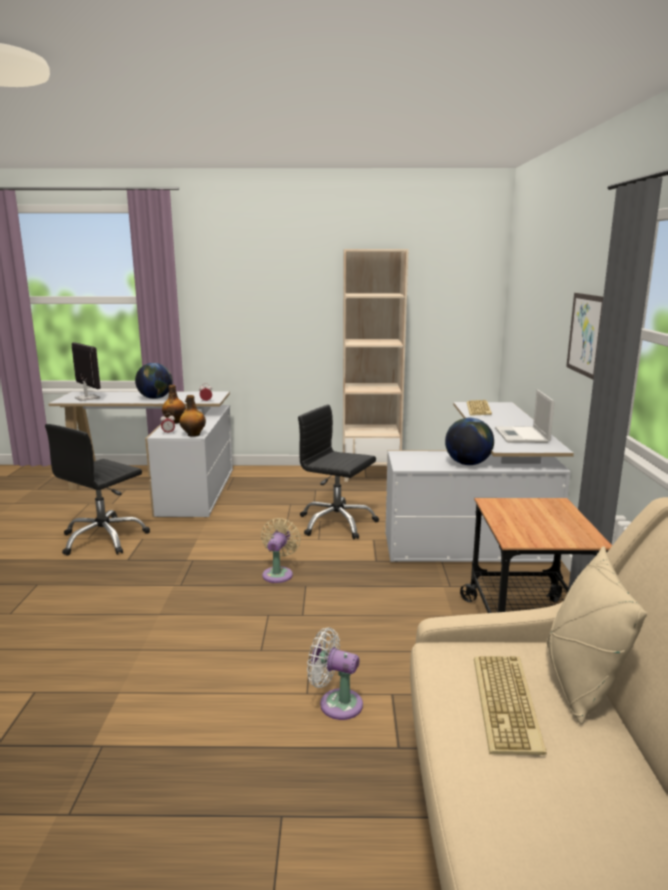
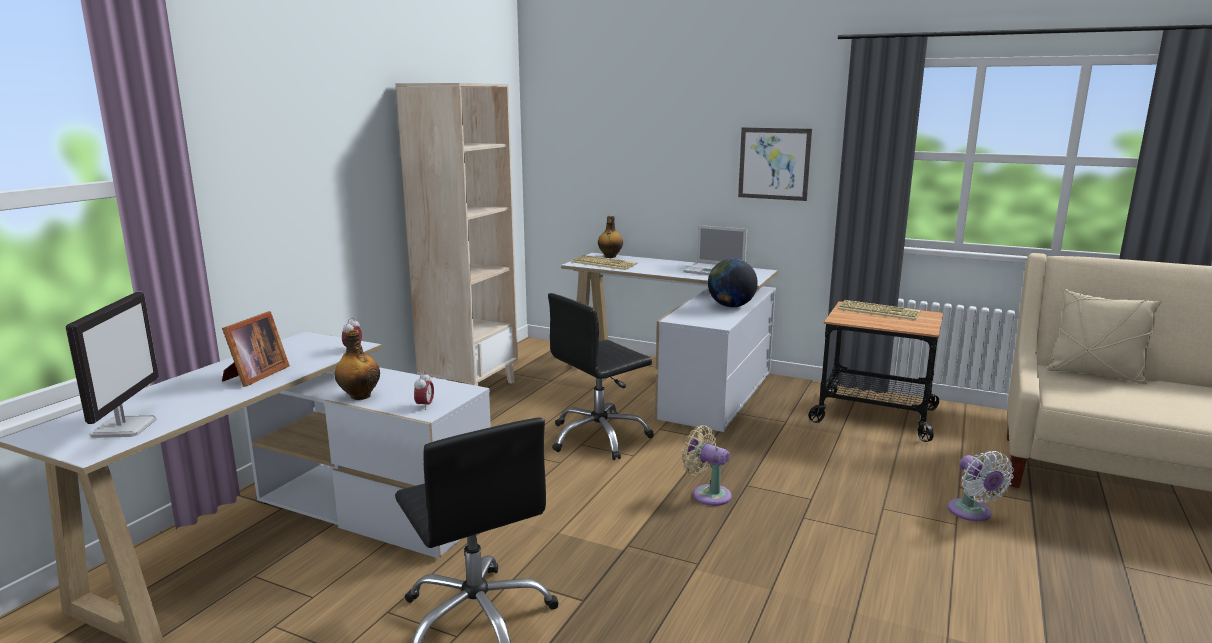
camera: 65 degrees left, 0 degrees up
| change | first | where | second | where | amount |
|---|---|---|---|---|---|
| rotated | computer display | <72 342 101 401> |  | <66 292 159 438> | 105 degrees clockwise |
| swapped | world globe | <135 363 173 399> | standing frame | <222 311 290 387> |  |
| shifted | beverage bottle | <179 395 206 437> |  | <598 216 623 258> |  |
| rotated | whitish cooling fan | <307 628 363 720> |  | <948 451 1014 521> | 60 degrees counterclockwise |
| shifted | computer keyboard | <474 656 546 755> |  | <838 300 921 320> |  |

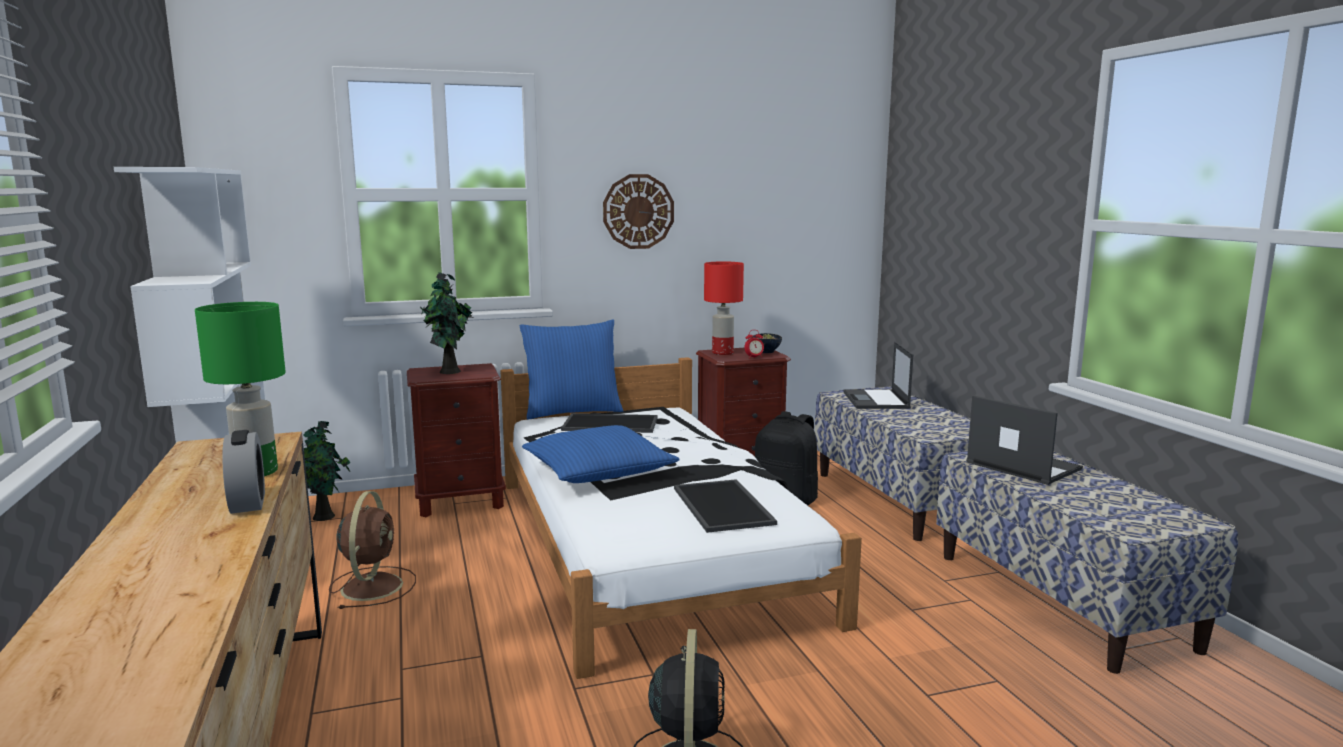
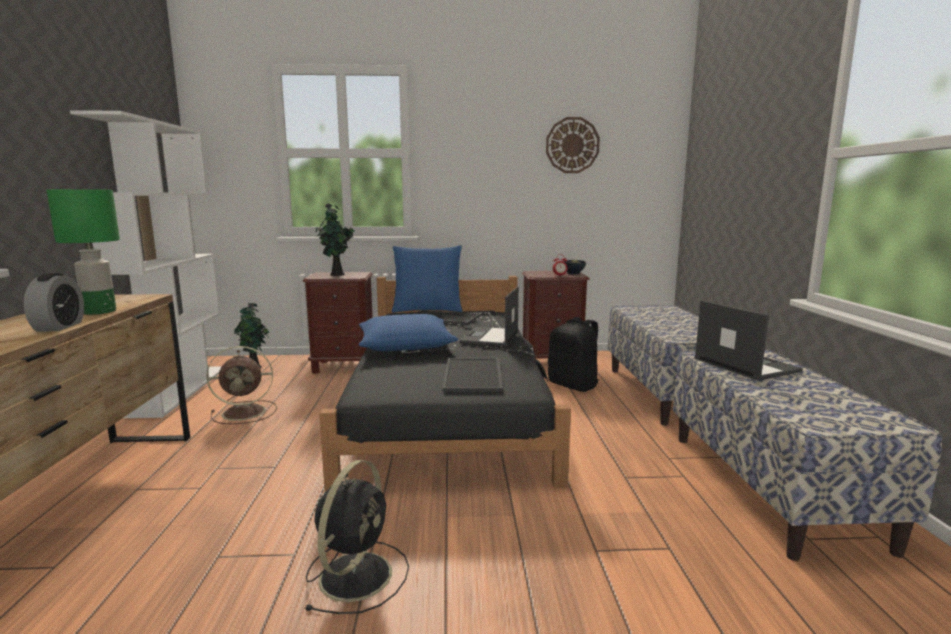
camera: 15 degrees right, 0 degrees up
| change | first | where | second | where | amount |
|---|---|---|---|---|---|
| shifted | wall clock | <603 174 674 249> |  | <546 117 600 173> |  |
| gone | red table lamp | <704 261 744 355> |  |  |  |
| shifted | portable computer | <843 342 913 409> |  | <459 287 519 347> |  |
| repainted | whitish bed | <500 357 862 679> | blackish bed | <319 276 571 492> |  |
| rotated | brown-coloured cooling fan | <329 491 416 609> |  | <206 346 277 424> | 60 degrees clockwise |

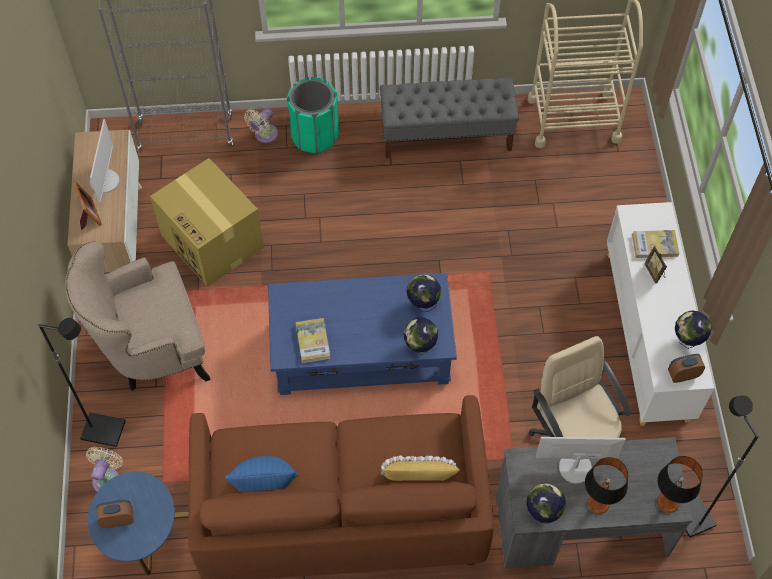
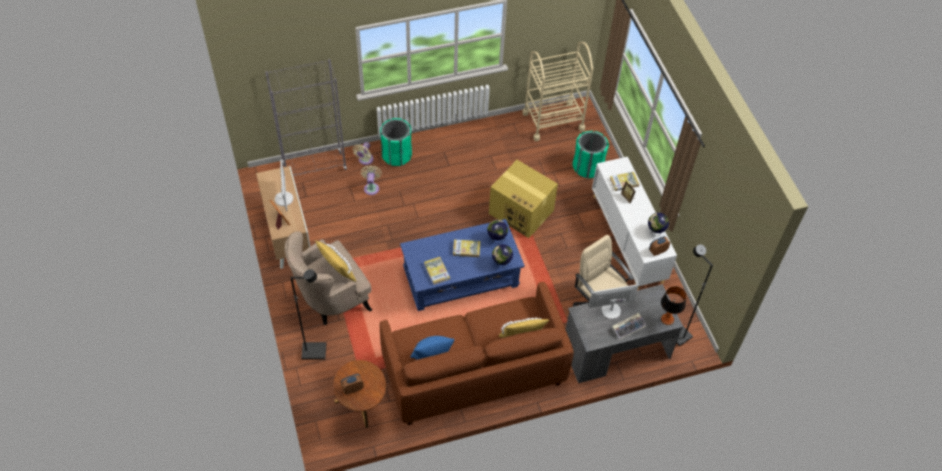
camera: 15 degrees left, 5 degrees down
| change | first | where | second | where | amount |
|---|---|---|---|---|---|
| gone | gray long seat | <380 78 519 158> |  |  |  |
| shifted | packing box | <150 158 264 287> |  | <489 160 558 238> |  |
| shifted | beige cooling fan | <86 447 123 492> |  | <361 165 382 195> |  |
| swapped | table lamp | <585 457 628 514> | computer keyboard | <613 313 646 340> |  |
| repainted | blue side table | <88 471 188 575> | brown-coloured side table | <333 360 386 428> |  |
| gone | world globe | <526 484 566 523> |  |  |  |
| new |  |  | green-coloured trash can | <572 131 609 178> |  |
| new |  |  | volume | <453 239 480 257> |  |
| new |  |  | yellow throw pillow | <315 240 356 282> |  |

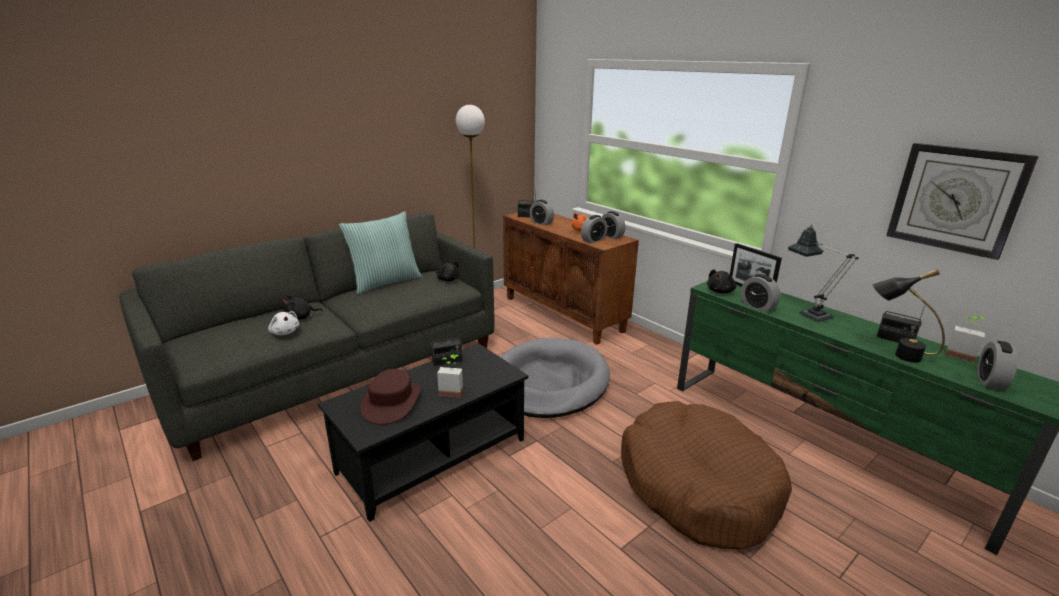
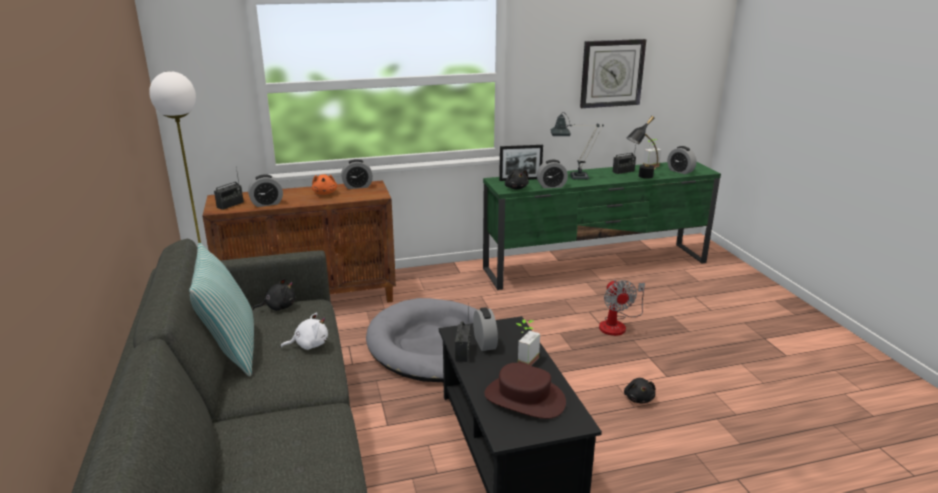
camera: 65 degrees left, 0 degrees up
| change | first | where | second | where | amount |
|---|---|---|---|---|---|
| shifted | alarm clock | <581 215 607 243> |  | <473 307 498 351> |  |
| shifted | blackish plush toy | <282 295 323 320> |  | <624 378 655 403> |  |
| shifted | whitish plush toy | <268 311 299 335> |  | <280 313 328 350> |  |
| swapped | brown-coloured dog cushion | <621 401 792 549> | cooling fan | <599 280 645 336> |  |

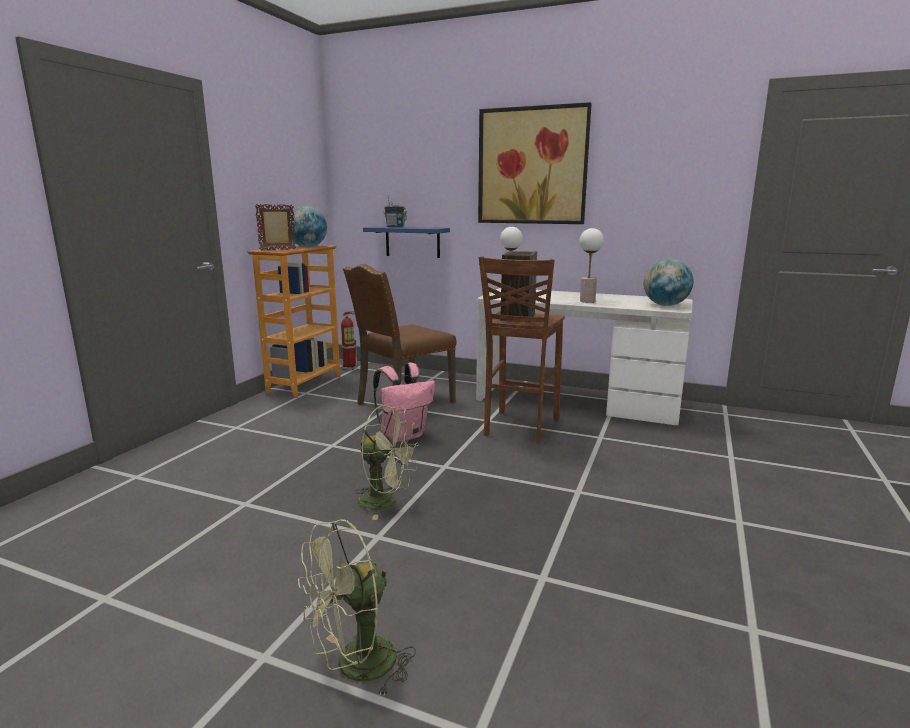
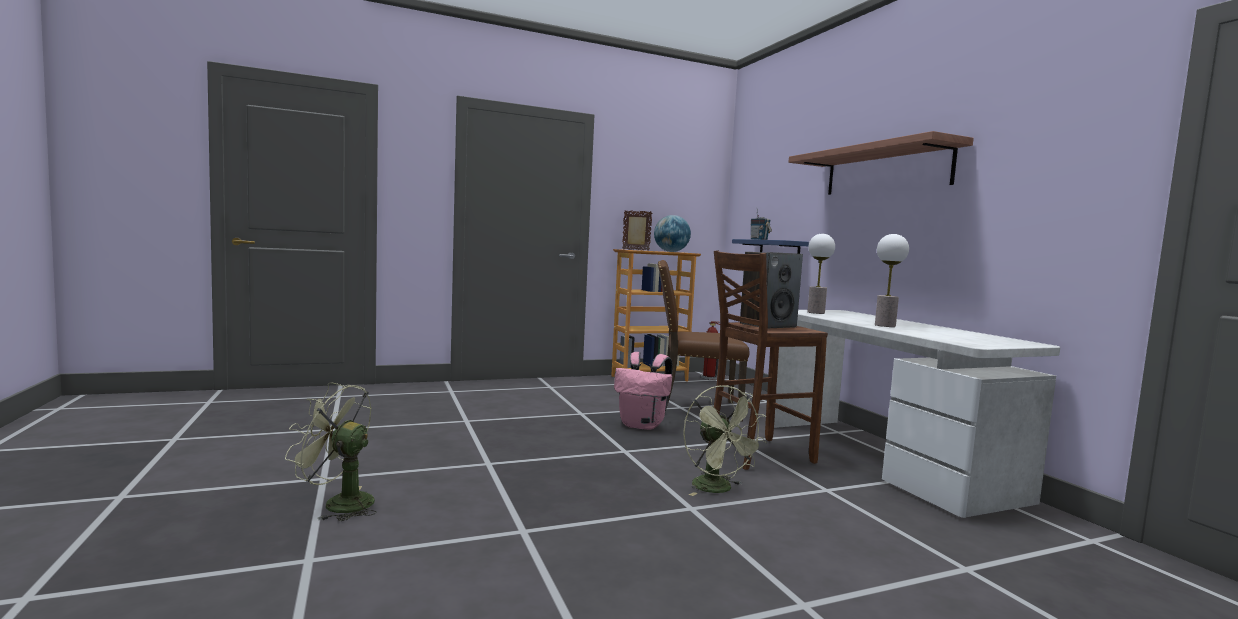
camera: 45 degrees right, 10 degrees down
| change | first | where | second | where | amount |
|---|---|---|---|---|---|
| swapped | wall art | <478 102 592 224> | wall shelf | <789 131 974 195> |  |
| gone | world globe | <644 259 694 306> |  |  |  |
| shifted | green-coloured cooling fan | <355 405 419 520> |  | <683 385 766 496> |  |

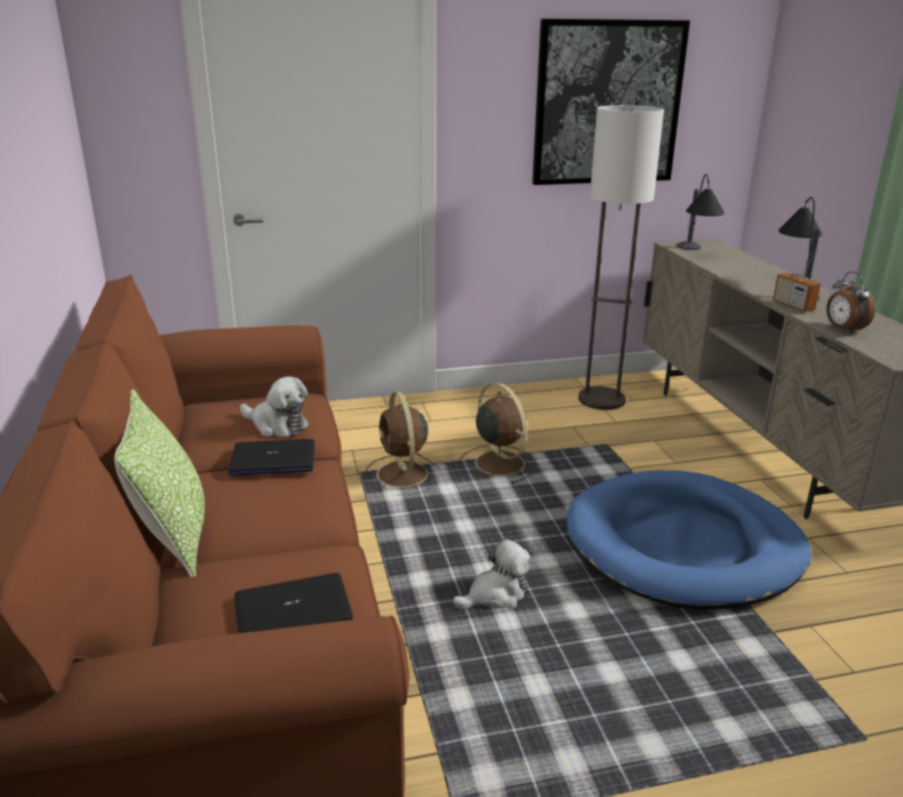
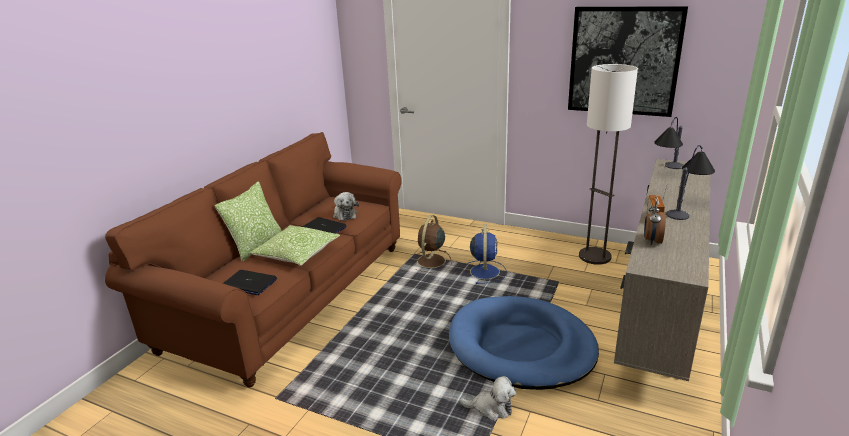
camera: 40 degrees right, 0 degrees up
| change | first | where | second | where | amount |
|---|---|---|---|---|---|
| repainted | brown-coloured cooling fan | <460 383 538 484> | blue cooling fan | <463 224 506 284> |  |
| shifted | plush toy | <453 539 530 609> |  | <460 376 516 421> |  |
| new |  |  | throw pillow | <249 225 340 266> |  |

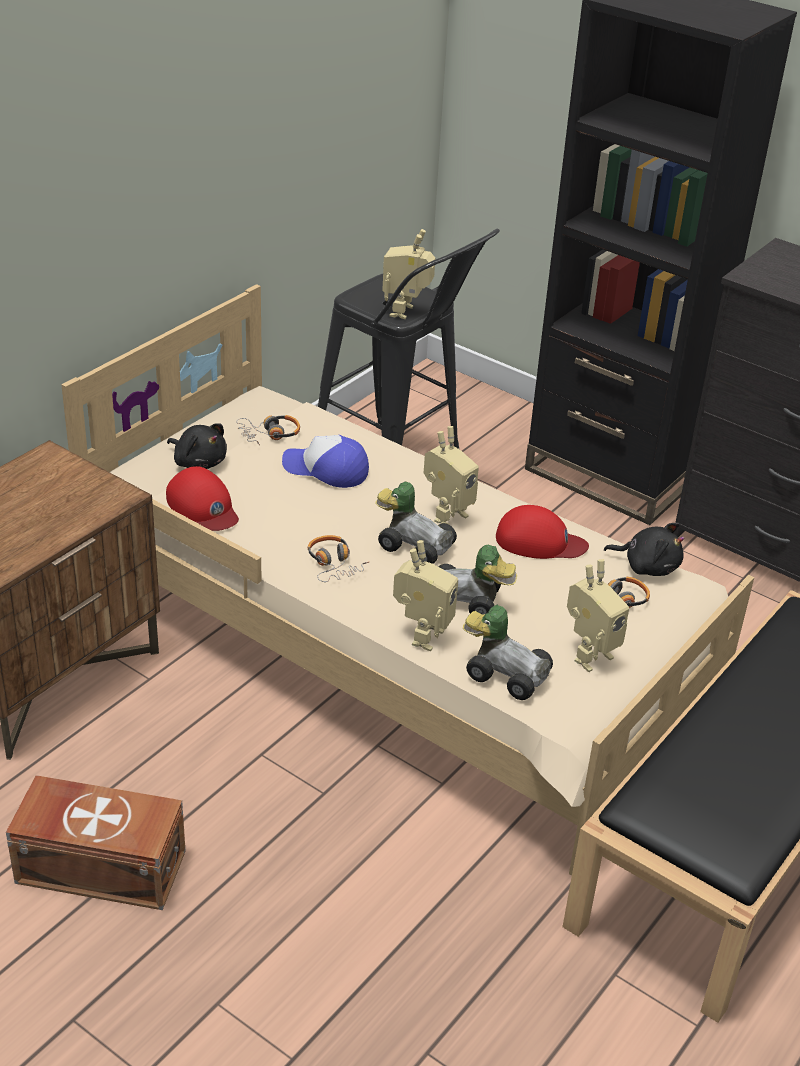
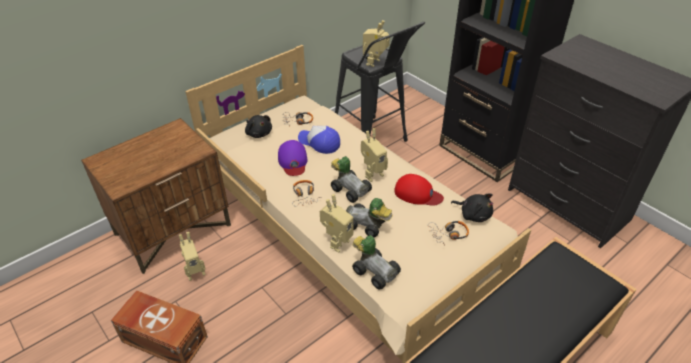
camera: 15 degrees right, 5 degrees up
| change | first | where | second | where | amount |
|---|---|---|---|---|---|
| gone | red baseball cap | <166 466 239 531> |  |  |  |
| shifted | robot figure | <567 559 629 672> |  | <179 232 206 281> |  |
| new |  |  | purplish baseball cap | <278 140 308 176> |  |

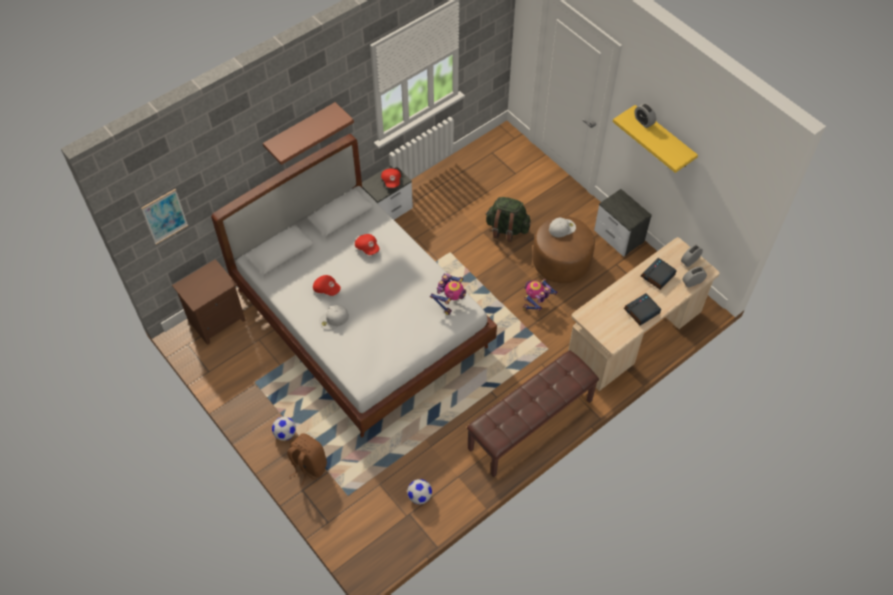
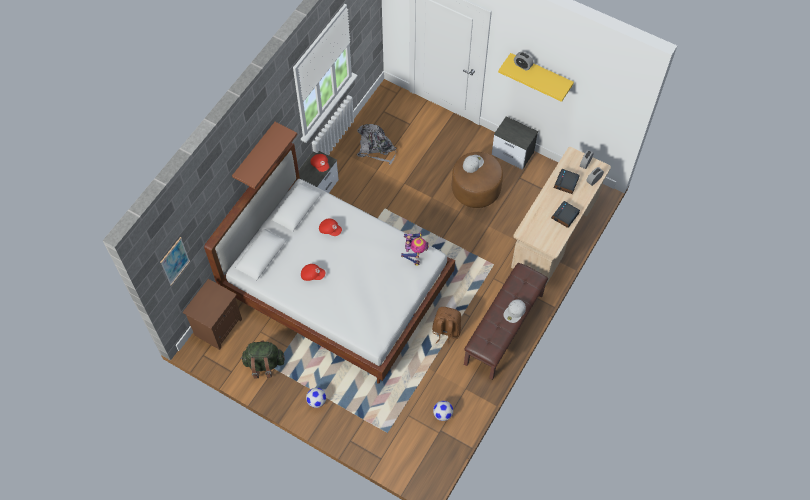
camera: 20 degrees left, 5 degrees up
| change | first | where | second | where | amount |
|---|---|---|---|---|---|
| shifted | green-coloured backpack | <486 197 530 242> |  | <241 340 285 378> |  |
| gone | robot figure | <523 279 558 311> |  |  |  |
| shifted | whitish baseball cap | <319 305 349 330> |  | <503 300 526 323> |  |
| shifted | brown-coloured backpack | <287 433 327 486> |  | <432 307 461 347> |  |
| new |  |  | gray backpack | <357 124 396 165> |  |

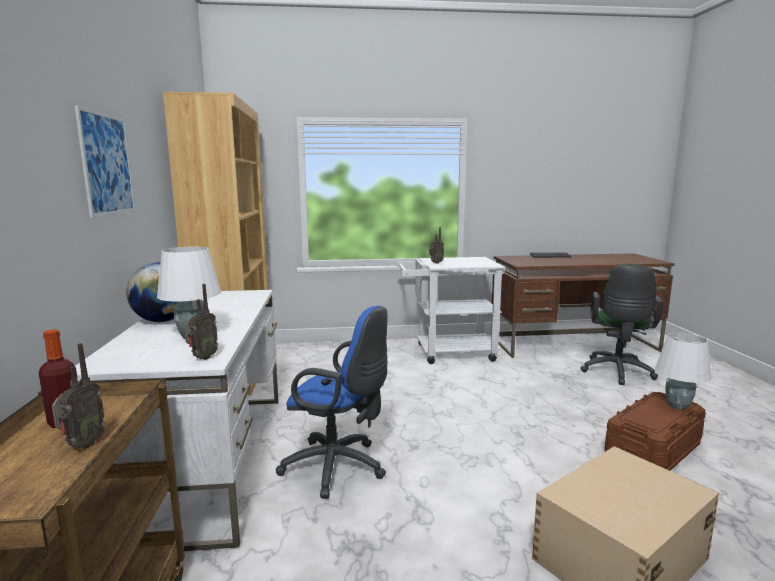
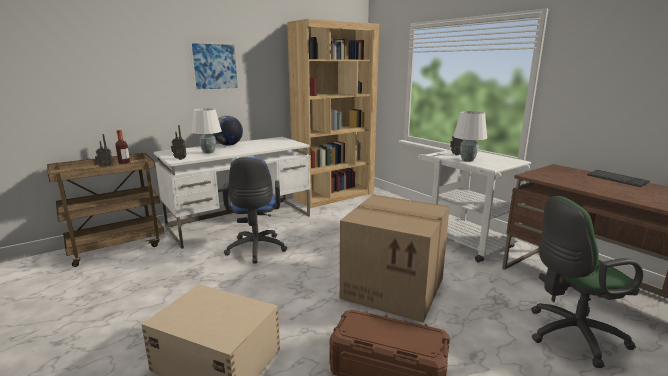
camera: 60 degrees right, 5 degrees up
| change | first | where | second | where | amount |
|---|---|---|---|---|---|
| shifted | whitish table lamp | <655 333 711 410> |  | <453 111 487 162> |  |
| new |  |  | packing box | <340 195 450 323> |  |

